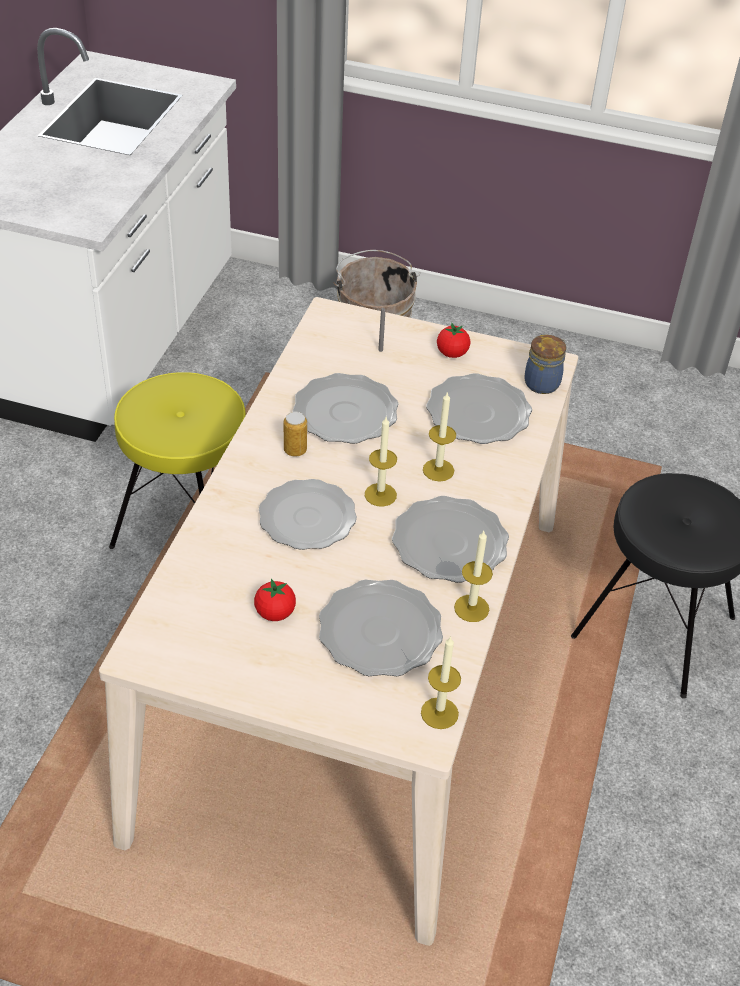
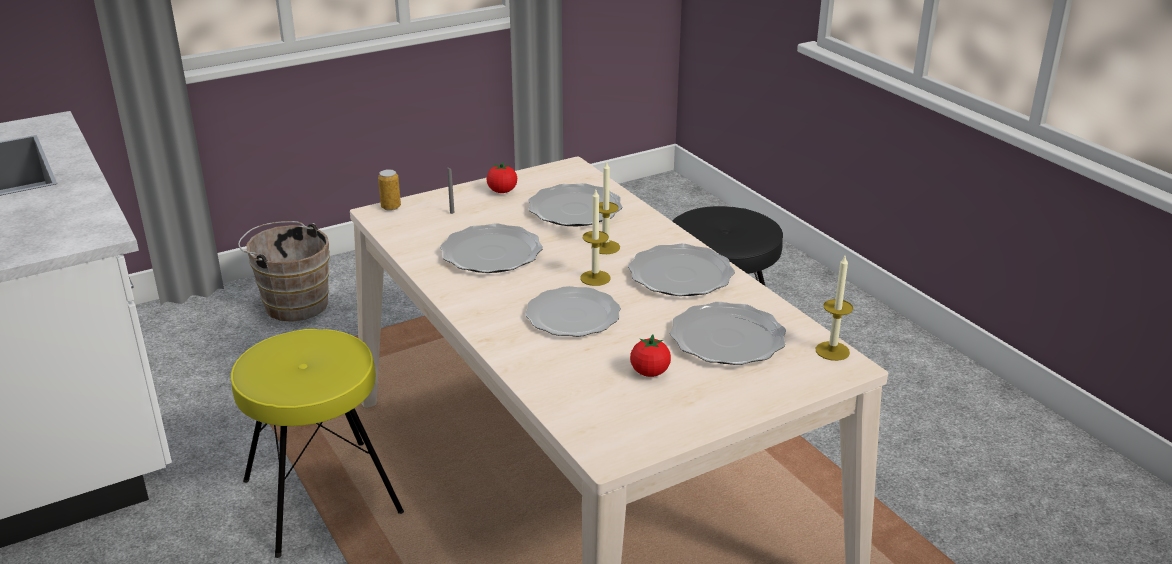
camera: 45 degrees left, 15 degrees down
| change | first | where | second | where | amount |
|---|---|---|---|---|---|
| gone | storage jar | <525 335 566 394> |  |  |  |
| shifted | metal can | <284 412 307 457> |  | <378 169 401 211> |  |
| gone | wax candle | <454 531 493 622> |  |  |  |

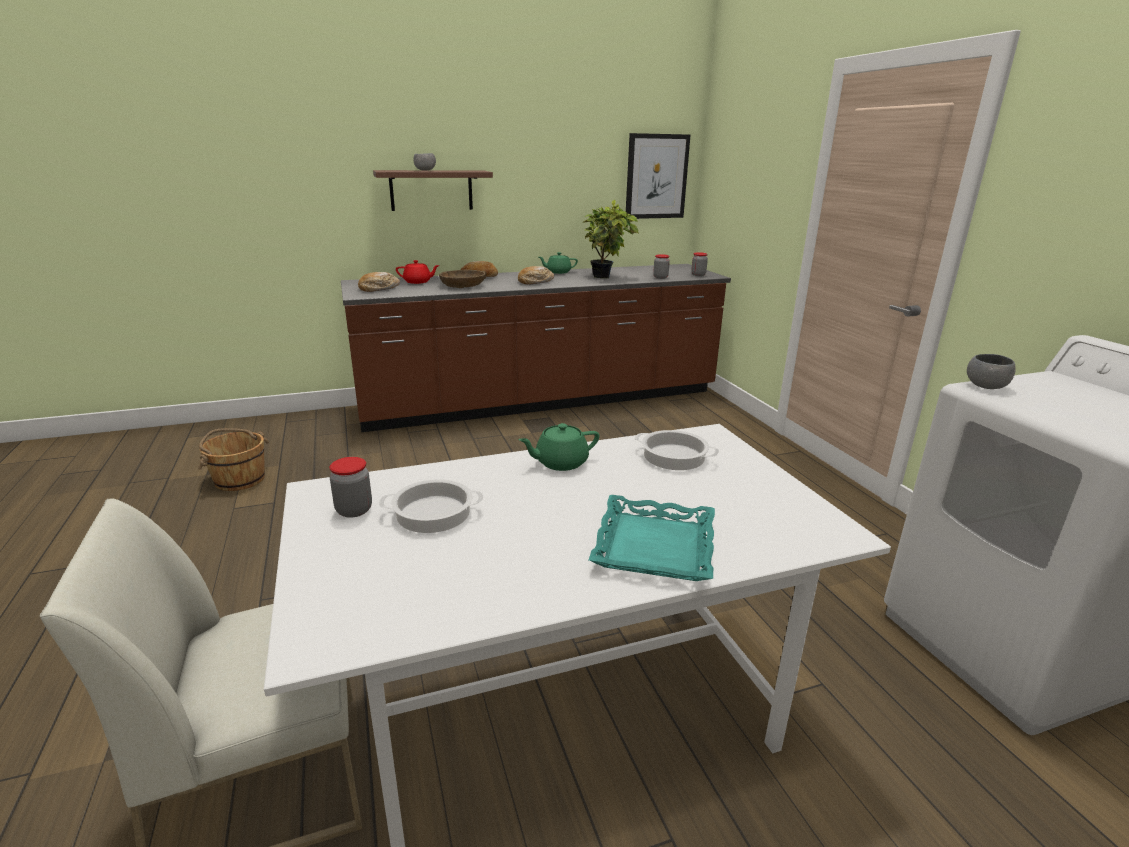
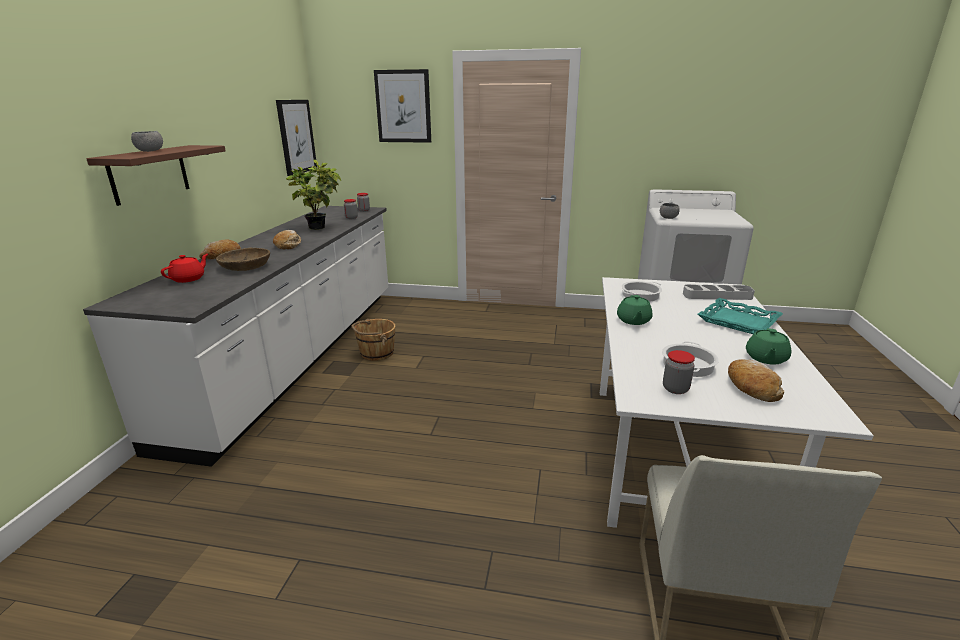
camera: 60 degrees left, 0 degrees up
| change | first | where | second | where | amount |
|---|---|---|---|---|---|
| shifted | green-coloured teapot | <539 252 578 274> |  | <746 328 791 364> |  |
| repainted | brown-coloured kitchen base unit | <341 264 731 432> | whitish kitchen base unit | <83 206 388 467> |  |
| shifted | bread | <358 272 400 292> |  | <728 359 784 402> |  |
| shifted | brown-coloured water bucket | <198 428 269 491> |  | <351 319 396 361> |  |
| new |  |  | wall art | <374 69 431 143> |  |
| new |  |  | gray carrying tray | <683 284 755 300> |  |

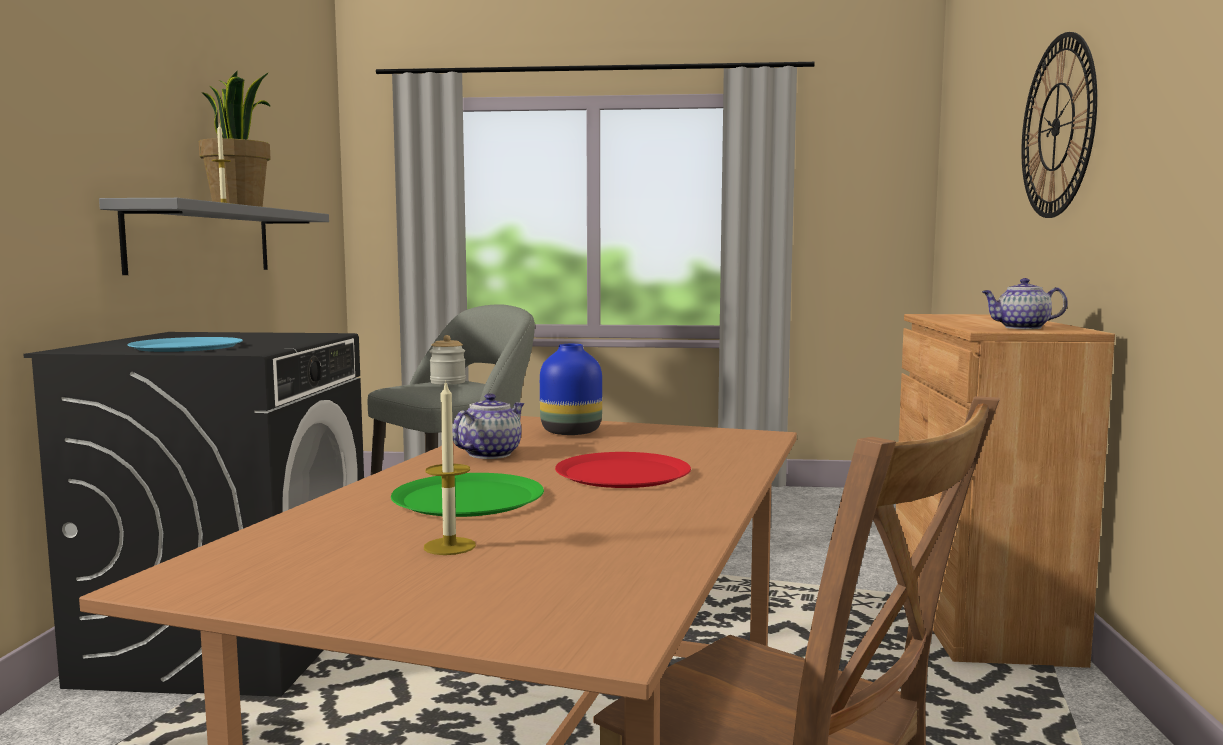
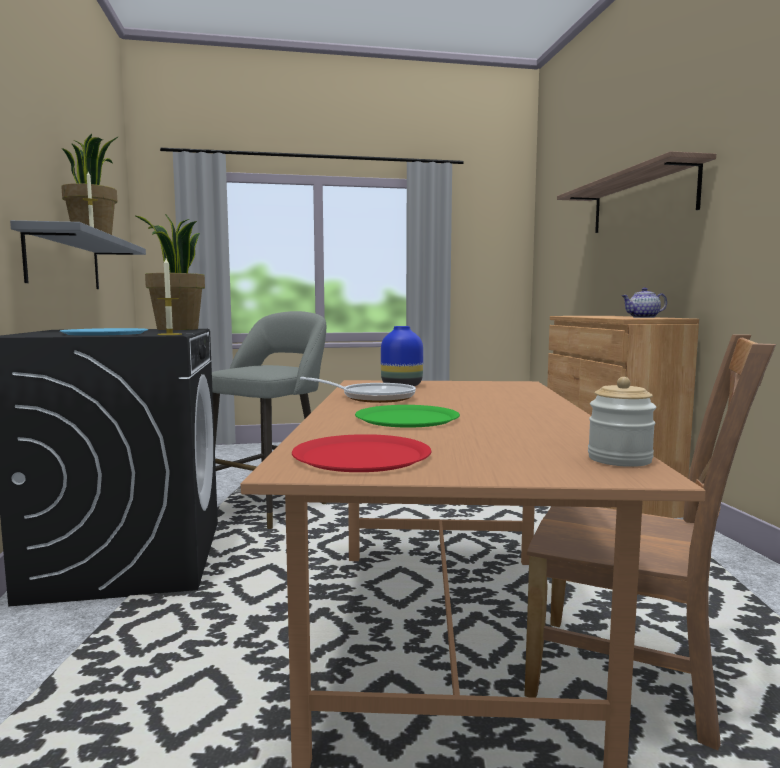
camera: 15 degrees left, 0 degrees up
| change | first | where | second | where | amount |
|---|---|---|---|---|---|
| swapped | wall clock | <1021 32 1097 218> | wall shelf | <557 151 716 233> |  |
| shifted | storage jar | <429 335 466 385> |  | <588 377 656 467> |  |
| shifted | wax candle | <424 381 476 555> |  | <157 258 182 335> |  |
| swapped | teapot | <452 393 525 459> | skillet | <300 377 416 403> |  |
| shifted | red plate | <555 452 691 488> |  | <292 434 431 472> |  |
| new |  |  | potted plant | <134 214 205 330> |  |

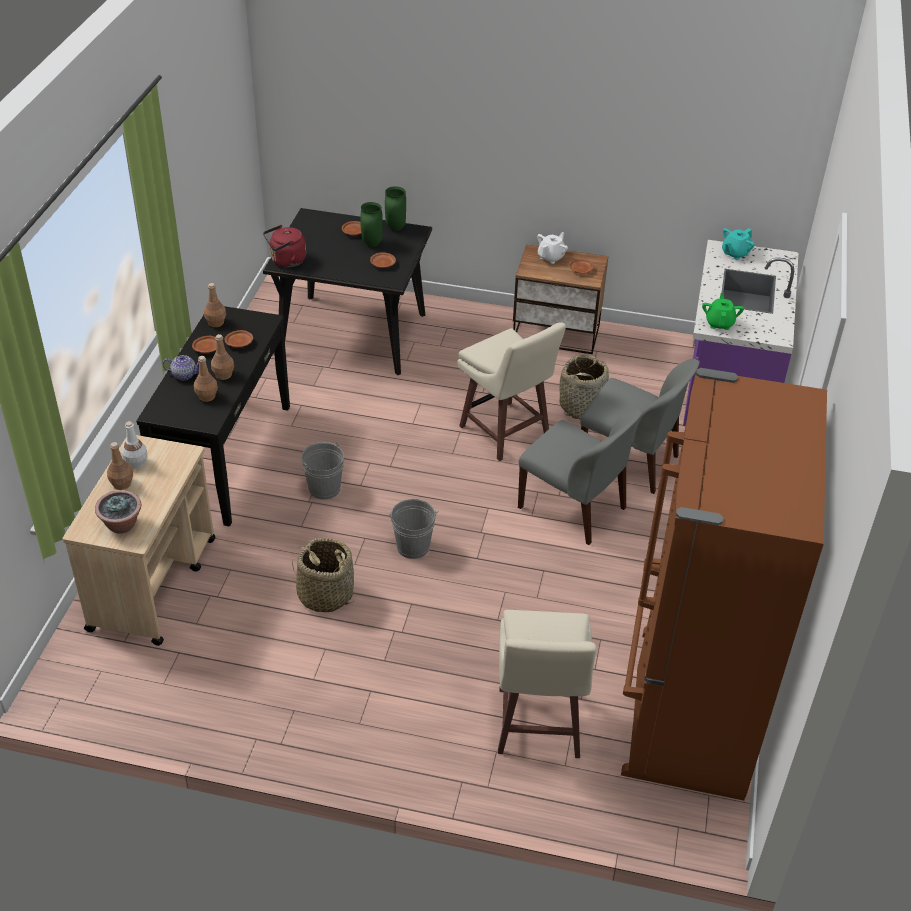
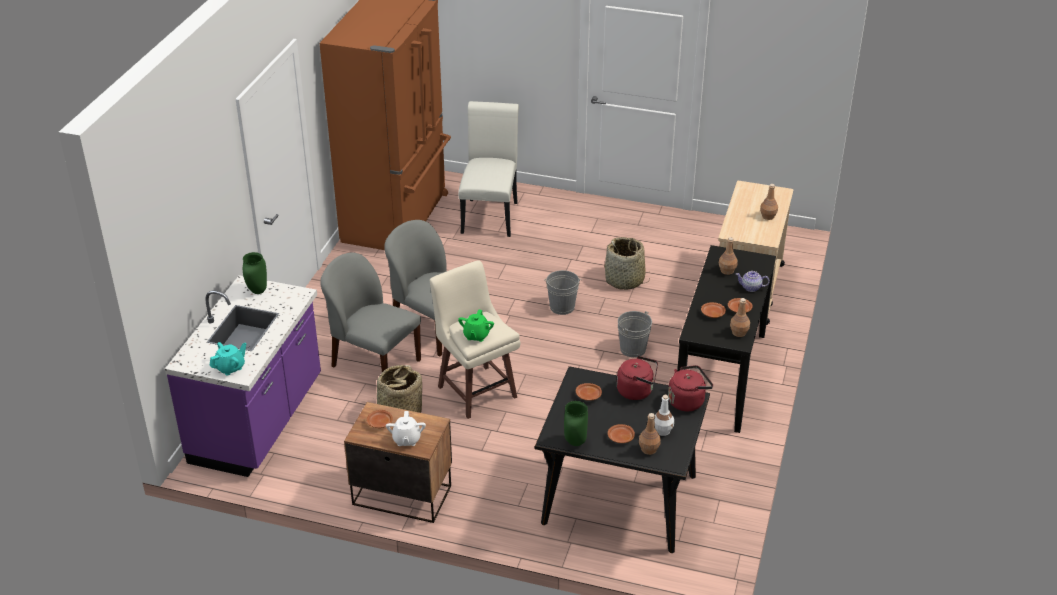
camera: 175 degrees left, 5 degrees down
| change | first | where | second | where | amount |
|---|---|---|---|---|---|
| shifted | green-coloured decorative vase | <360 202 383 247> |  | <243 252 267 294> |  |
| rotated | whitish teapot | <537 232 568 264> |  | <386 411 426 446> | 45 degrees counterclockwise |
| shifted | green-coloured teapot | <702 293 744 330> |  | <458 309 494 342> |  |
| shifted | brown-coloured beverage bottle | <211 334 234 380> |  | <639 413 661 455> |  |
| shifted | whitish beverage bottle | <122 421 147 469> |  | <654 395 674 436> |  |
| gone | potted plant | <95 490 141 534> |  |  |  |
| swapped | beige stool seat | <498 610 597 758> | whitish upright chair | <458 101 519 237> |  |
| new |  |  | red water kettle | <617 356 658 400> |  |

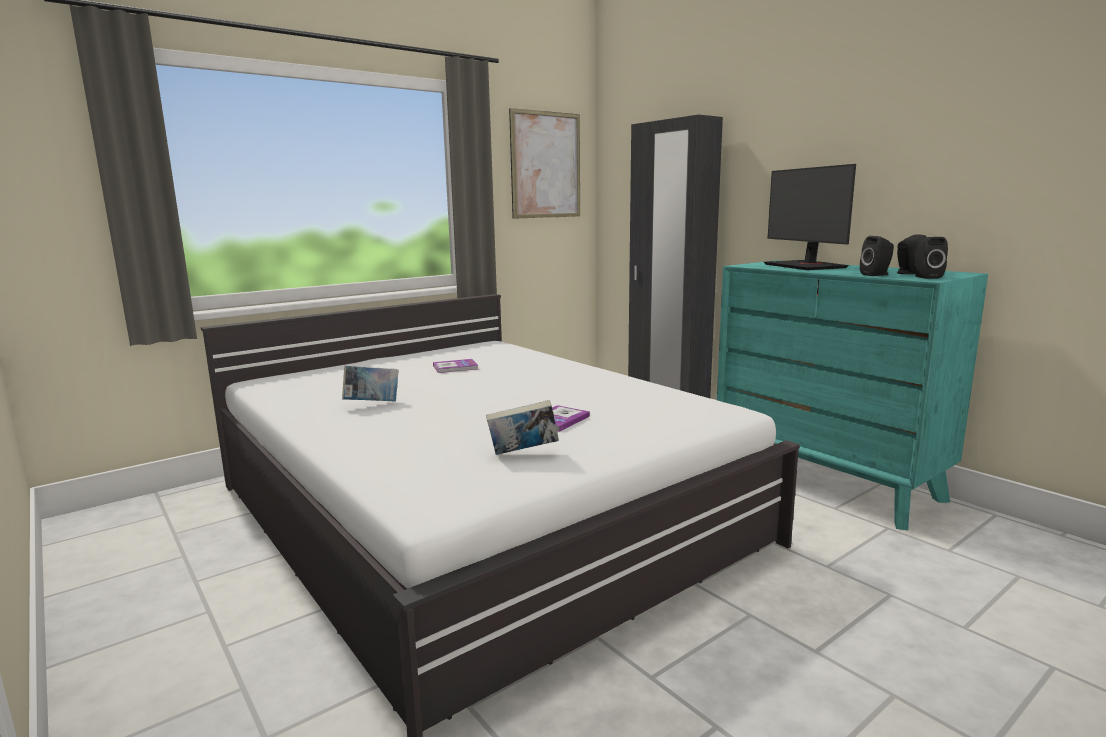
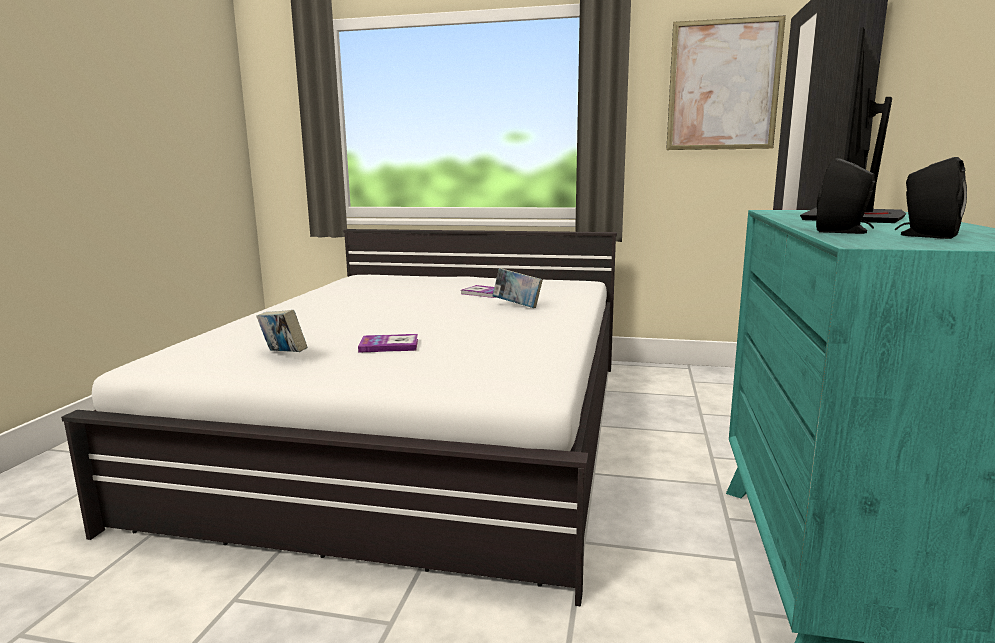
camera: 50 degrees right, 0 degrees up
| change | first | where | second | where | amount |
|---|---|---|---|---|---|
| gone | blackish speaker | <914 237 948 279> |  |  |  |
| shifted | volume | <342 366 399 401> |  | <492 268 543 308> |  |

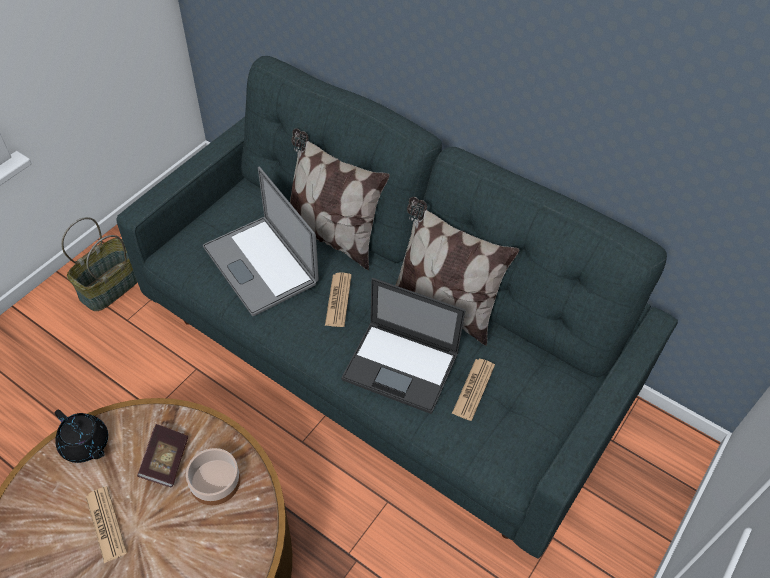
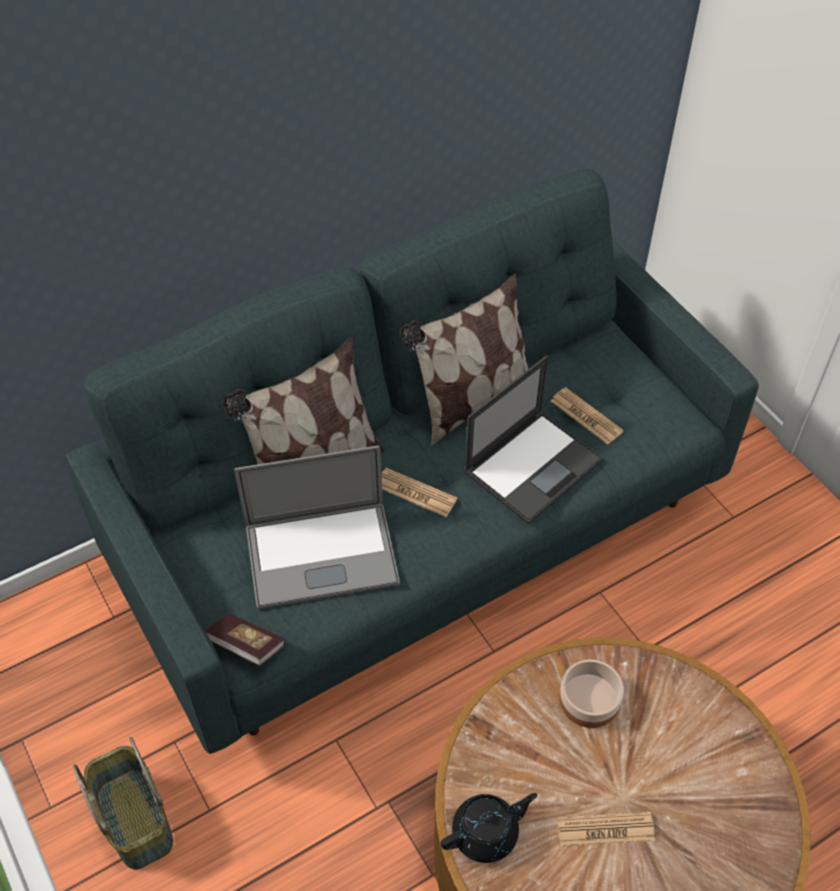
camera: 65 degrees left, 0 degrees up
| change | first | where | second | where | amount |
|---|---|---|---|---|---|
| shifted | volume | <137 424 188 487> |  | <205 613 285 666> |  |

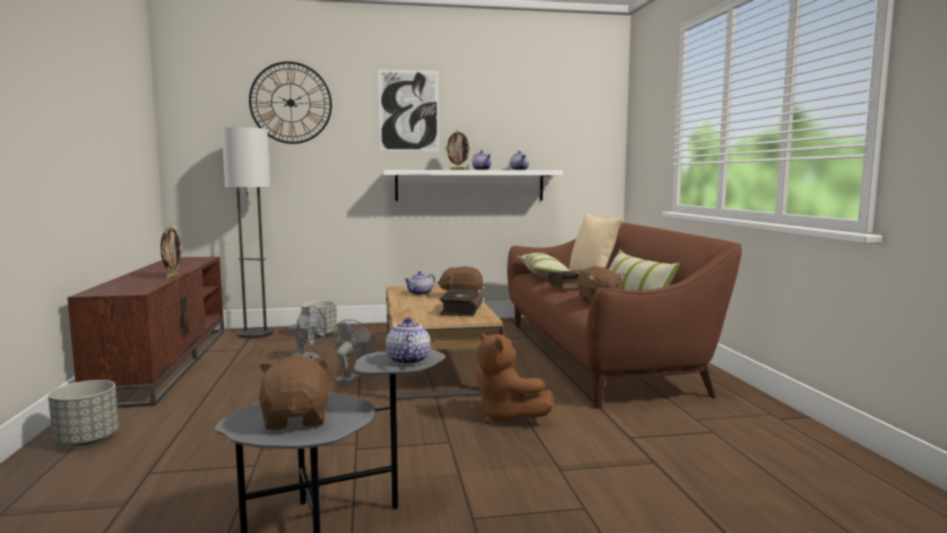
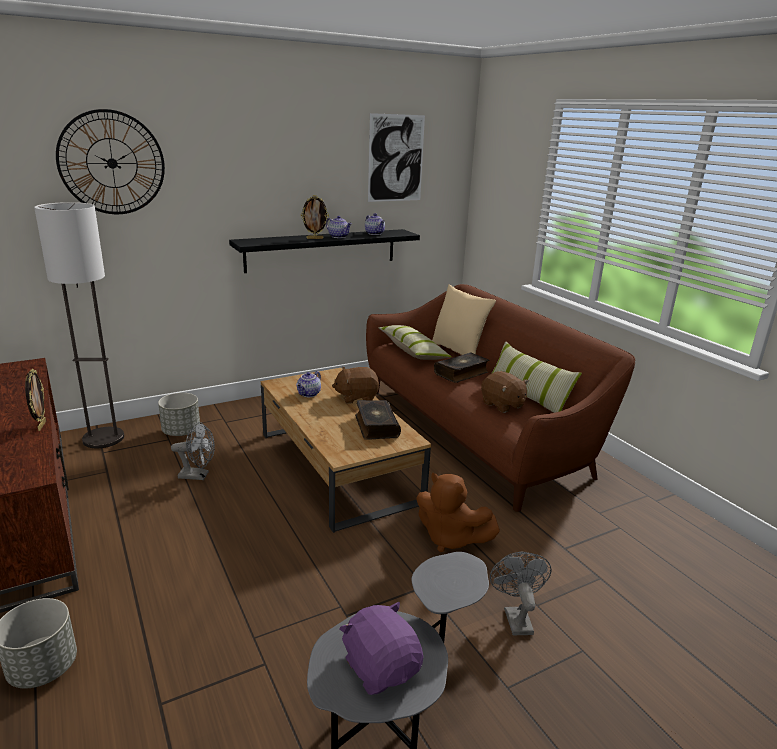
camera: 20 degrees left, 15 degrees up
| change | first | where | second | where | amount |
|---|---|---|---|---|---|
| shifted | wall art | <378 69 439 151> |  | <368 113 425 202> |  |
| repainted | whitish wall shelf | <383 170 563 201> | blackish wall shelf | <229 229 420 273> |  |
| gone | teapot | <386 318 431 365> |  |  |  |
| shifted | gray cooling fan | <332 320 375 384> |  | <490 552 552 635> |  |
| repainted | brown-coloured plush toy | <259 356 331 430> | purplish plush toy | <340 602 423 695> |  |

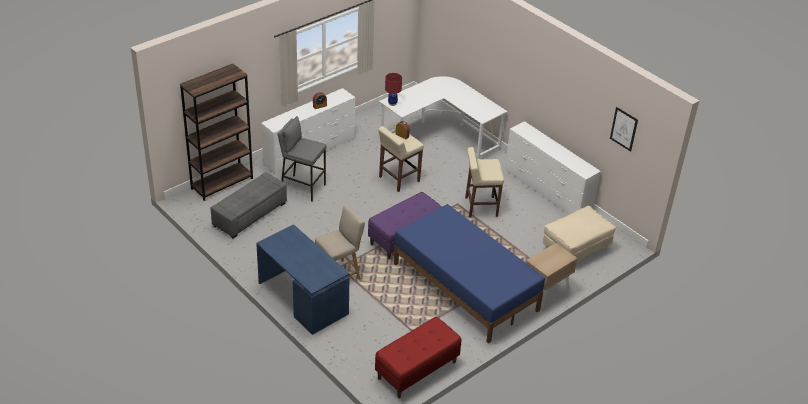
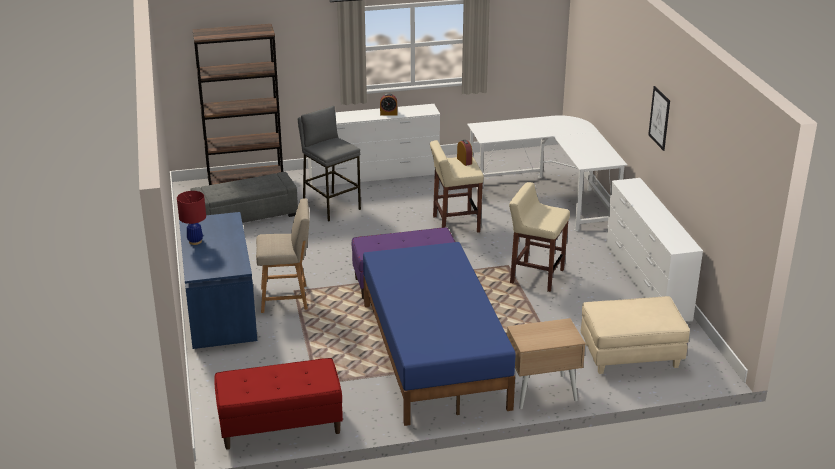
camera: 30 degrees right, 10 degrees down
| change | first | where | second | where | amount |
|---|---|---|---|---|---|
| shifted | red table lamp | <385 73 402 106> |  | <177 191 206 245> |  |
| shifted | wall art | <610 107 638 152> |  | <648 86 670 151> |  |

